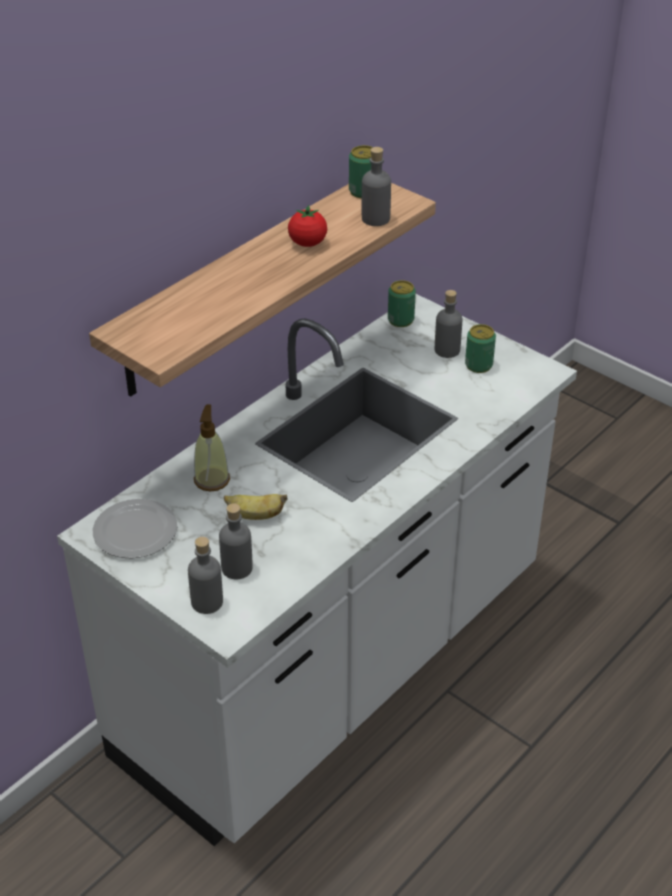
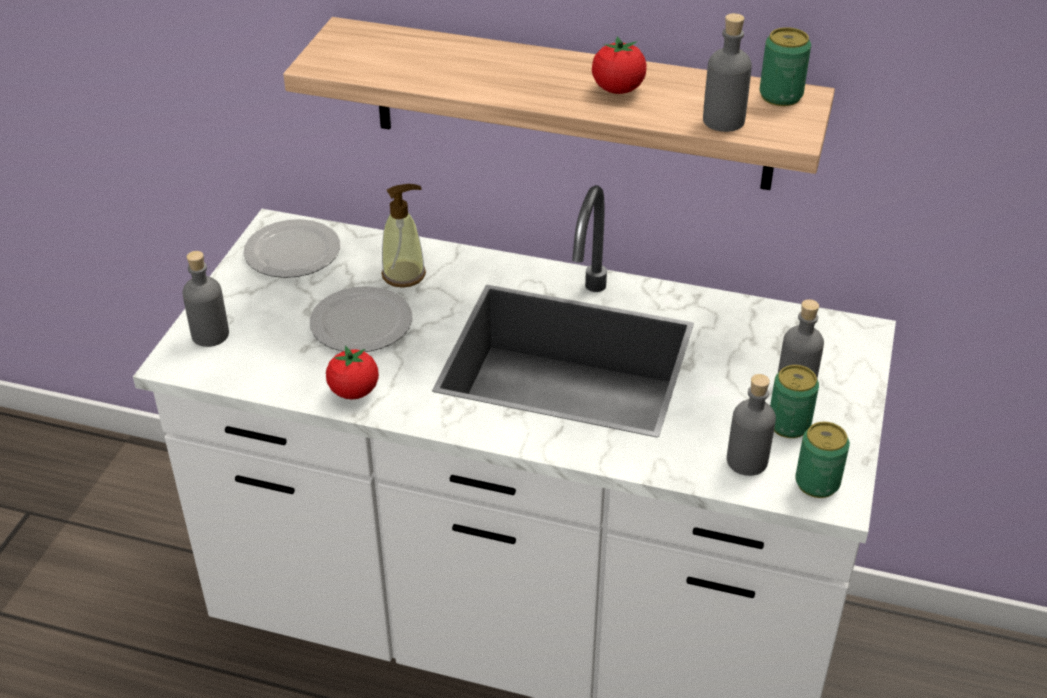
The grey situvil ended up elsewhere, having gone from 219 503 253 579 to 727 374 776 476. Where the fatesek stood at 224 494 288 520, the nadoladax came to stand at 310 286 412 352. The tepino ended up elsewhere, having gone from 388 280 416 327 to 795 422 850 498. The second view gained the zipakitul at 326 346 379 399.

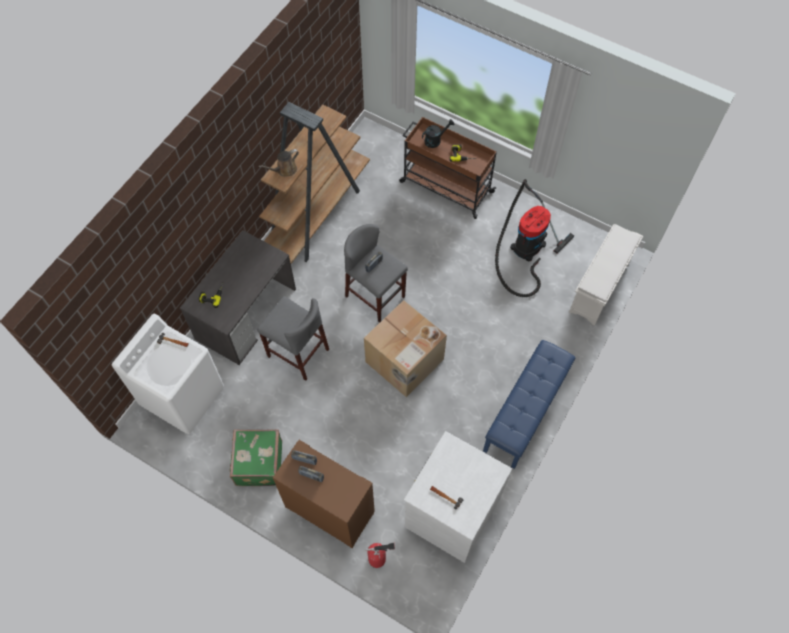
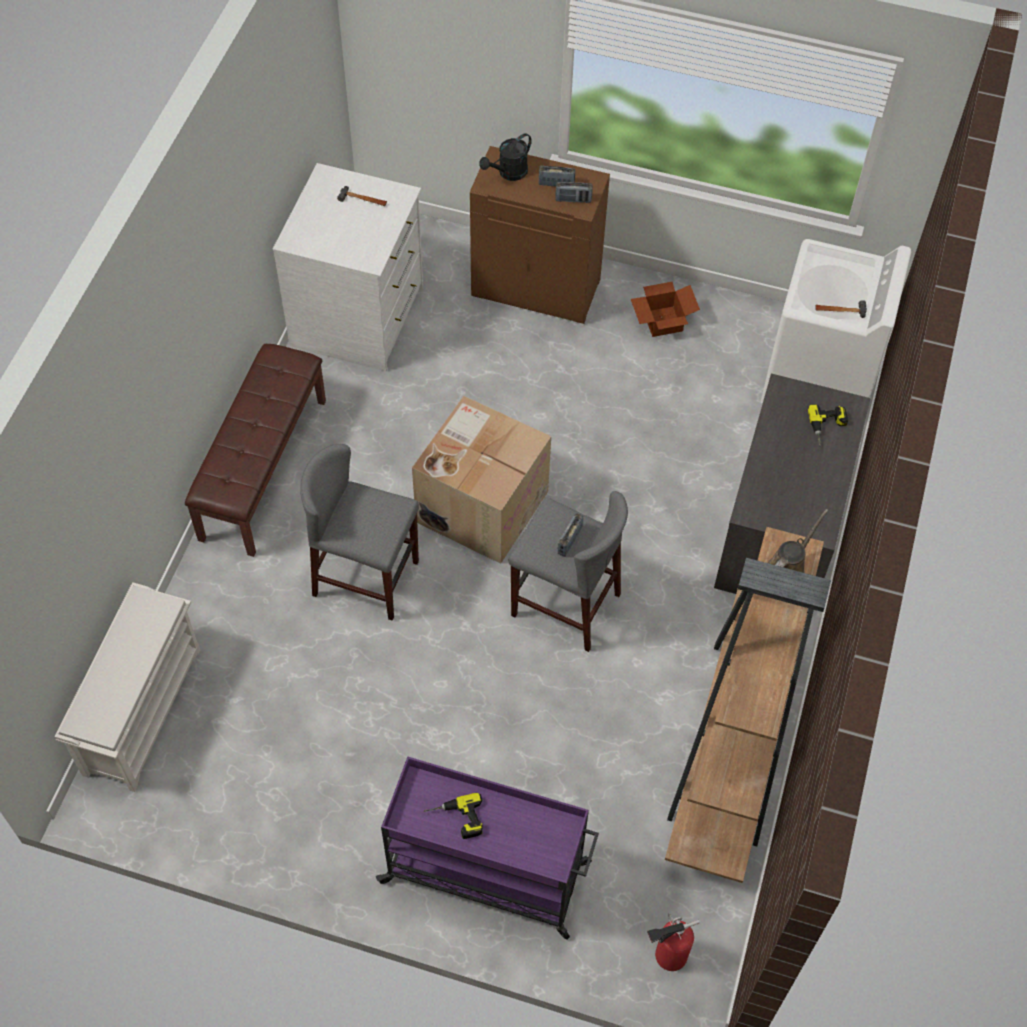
Where the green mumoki stood at 229 429 282 486, the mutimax came to stand at 631 282 700 337. The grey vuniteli ended up elsewhere, having gone from 257 296 329 381 to 300 444 419 621. The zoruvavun ended up elsewhere, having gone from 365 543 395 568 to 647 913 700 971. What was the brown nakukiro at 399 117 497 219 turned into the purple nakukiro at 376 756 599 940. The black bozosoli ended up elsewhere, having gone from 422 119 454 148 to 479 133 532 181. What was the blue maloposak at 483 340 575 469 turned into the brown maloposak at 185 344 326 557. The second view lost the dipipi at 495 179 574 297.

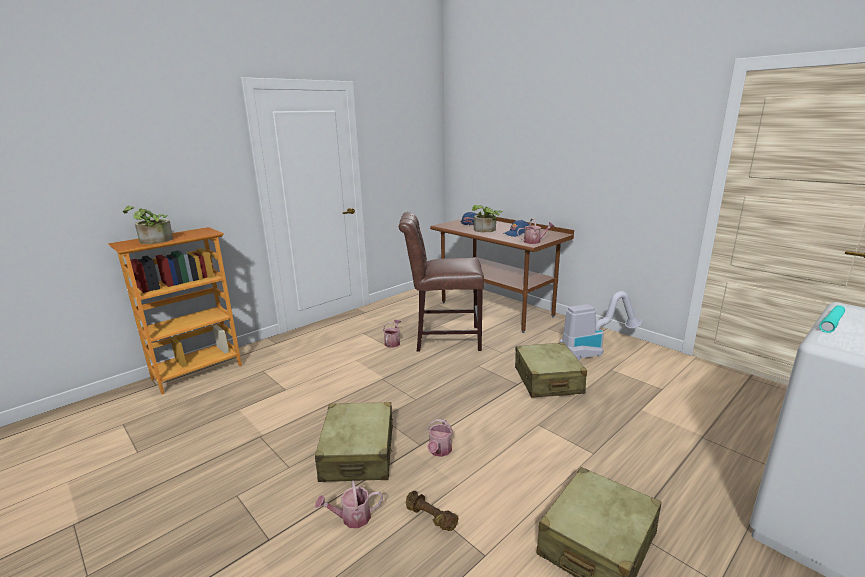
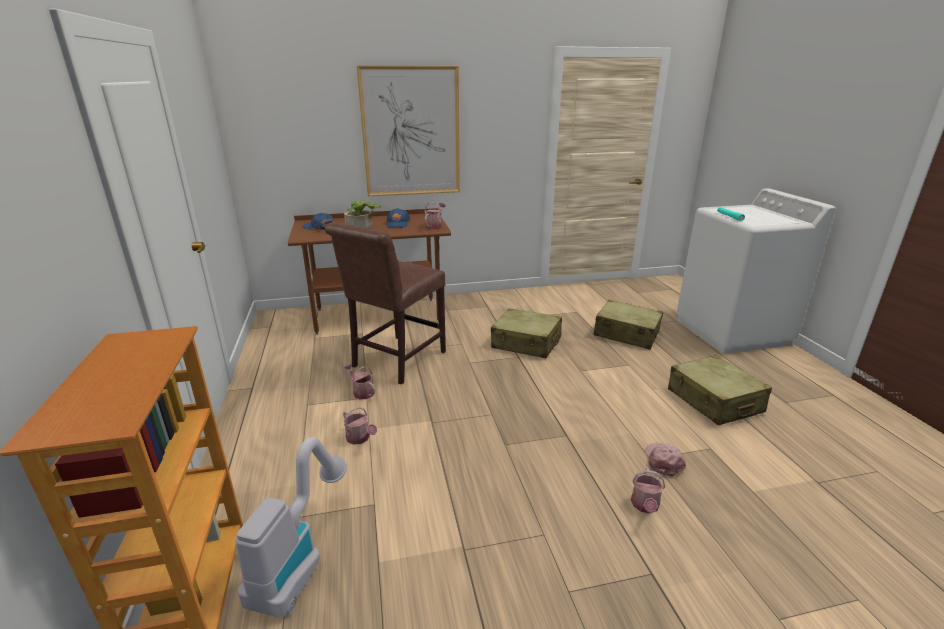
The second view lost the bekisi at 123 205 173 244. The beige mumoki ended up elsewhere, having gone from 315 402 393 482 to 593 299 663 350. Where the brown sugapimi stood at 406 491 459 531, the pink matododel came to stand at 645 443 686 477. The bozosoli ended up elsewhere, having gone from 427 419 453 457 to 343 407 377 445. The dipipi ended up elsewhere, having gone from 560 291 642 361 to 236 437 347 618. The second view gained the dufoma at 357 66 460 196.

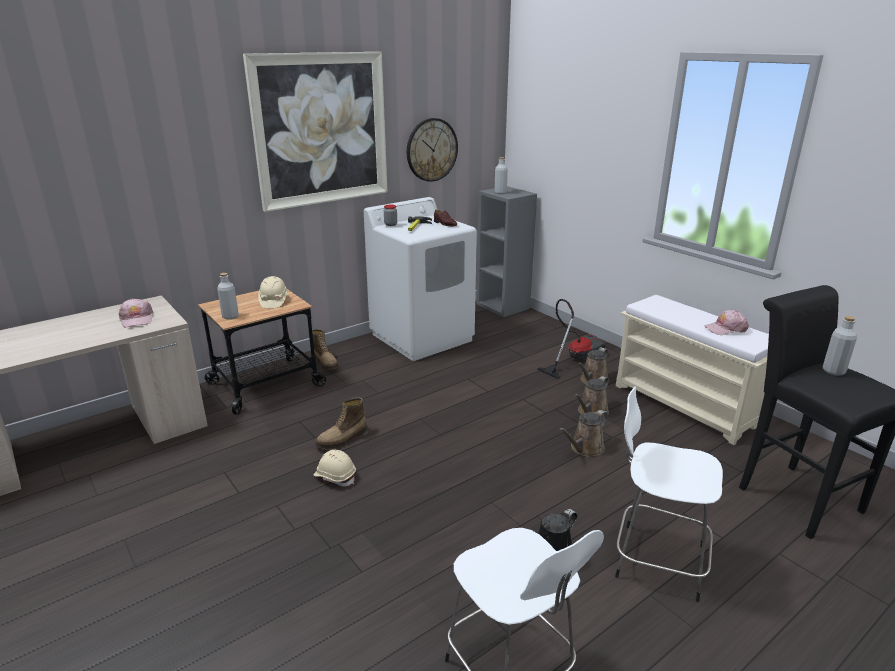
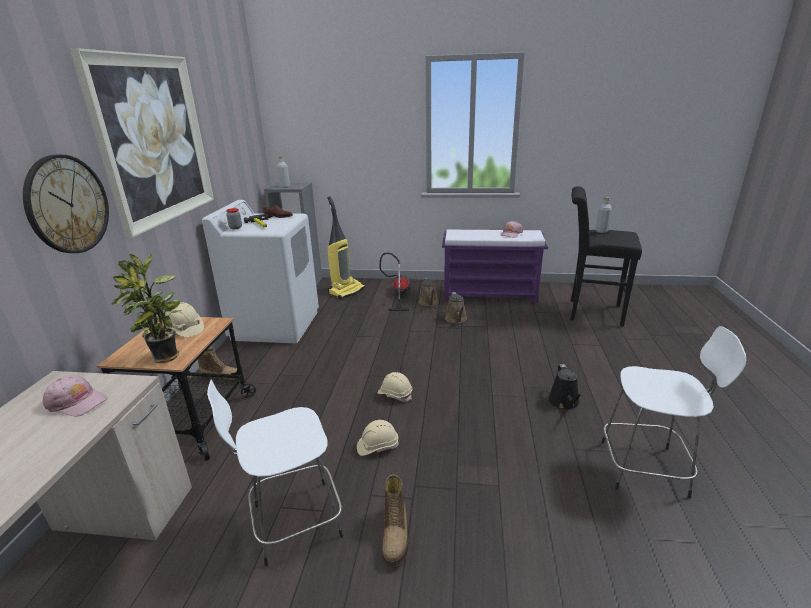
Where the grey situvil stood at 217 273 239 319, the bekisi came to stand at 111 253 181 363. The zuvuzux ended up elsewhere, having gone from 315 397 367 449 to 382 474 408 567. The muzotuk ended up elsewhere, having gone from 407 118 458 182 to 23 155 109 253. The second view lost the brown bozosoli at 559 410 608 457. The white vuniteli ended up elsewhere, having gone from 615 387 723 602 to 207 380 343 566. What was the beige maloposak at 616 295 769 445 turned into the purple maloposak at 442 229 548 303. The second view gained the dipipi at 327 196 365 299. The second view gained the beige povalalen at 377 372 412 402.

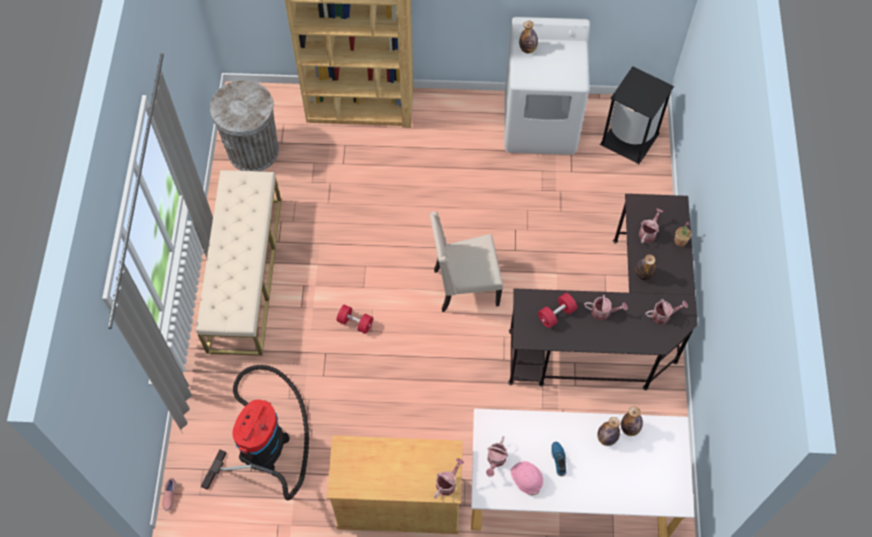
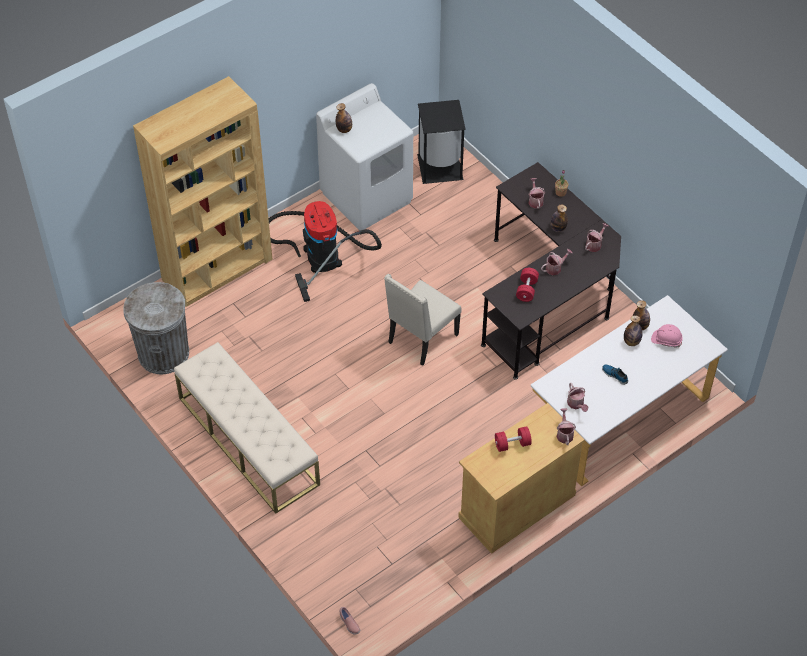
The dipipi ended up elsewhere, having gone from 201 365 309 500 to 269 201 382 302. The red sugapimi ended up elsewhere, having gone from 337 305 373 334 to 495 426 532 452. The pink povalalen ended up elsewhere, having gone from 510 461 543 495 to 651 324 683 348.

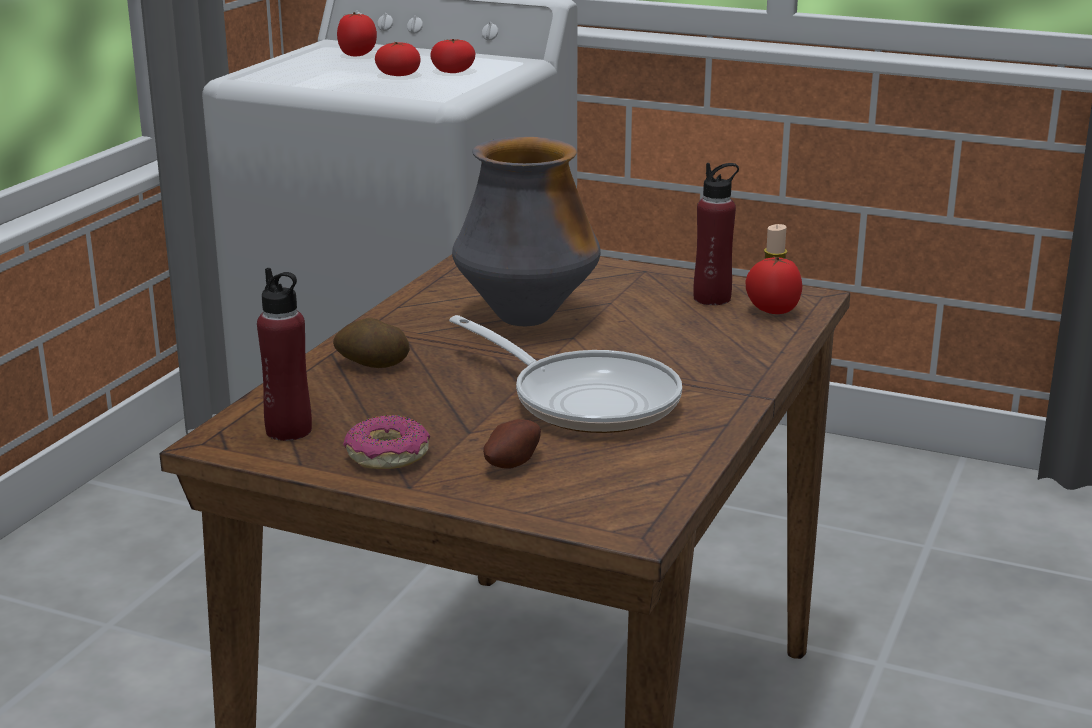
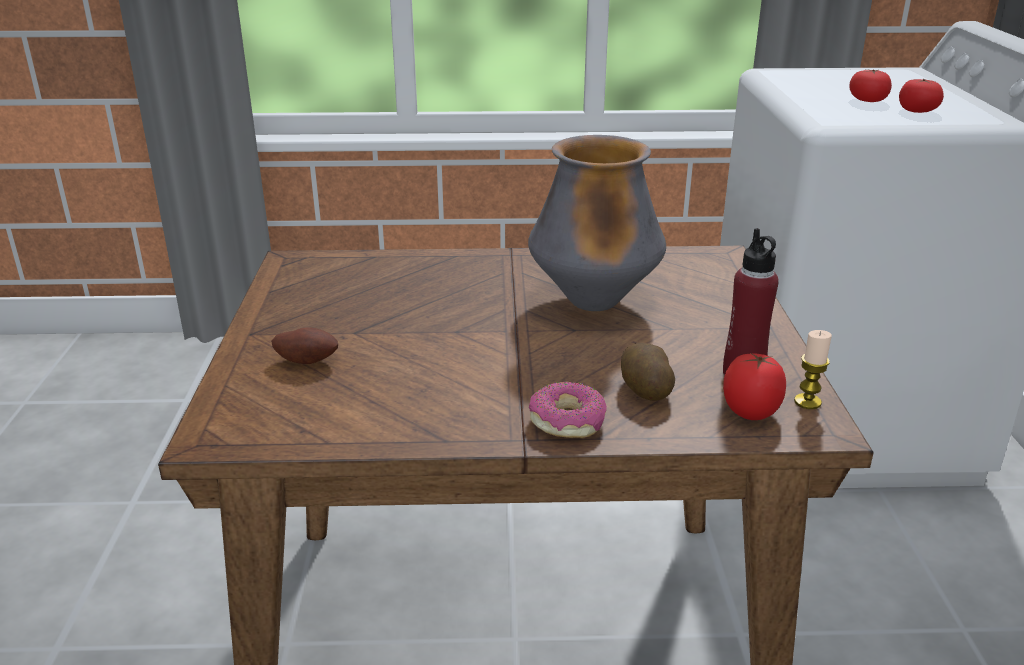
The second view lost the red situvil at 257 268 312 441. The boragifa ended up elsewhere, having gone from 333 318 410 368 to 621 342 675 401. The second view lost the zipakitul at 337 12 377 56. The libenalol ended up elsewhere, having gone from 343 415 430 469 to 529 381 607 438. The second view lost the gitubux at 449 315 682 433.

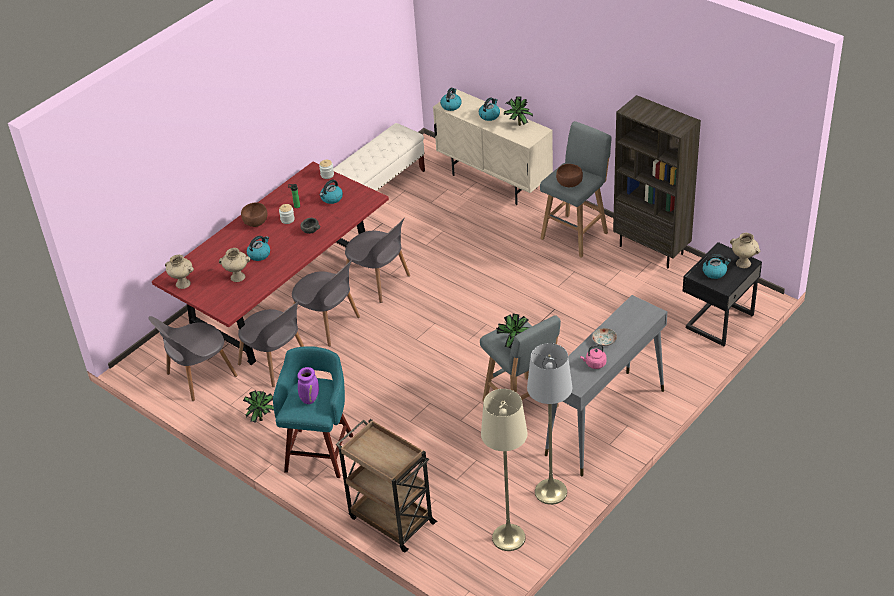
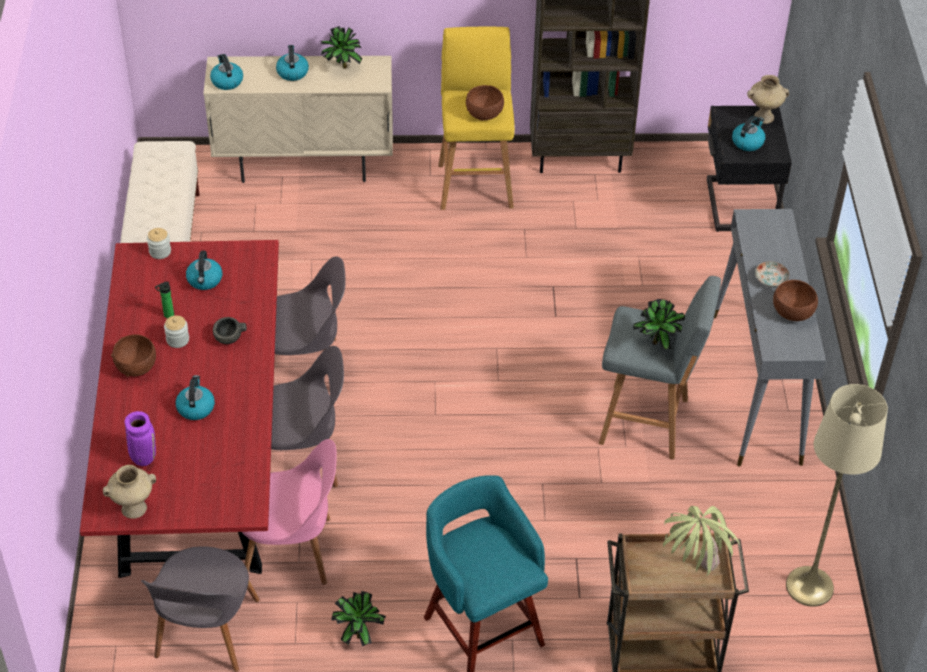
The second view lost the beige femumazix at 219 248 250 282. What was the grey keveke at 238 301 304 387 turned into the pink keveke at 242 439 337 585. The purple femumazix ended up elsewhere, having gone from 297 367 319 404 to 125 411 156 466. The second view lost the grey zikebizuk at 527 343 572 505. What was the grey vuniteli at 540 121 612 258 turned into the yellow vuniteli at 438 27 515 210. Where the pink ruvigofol stood at 580 344 607 369, the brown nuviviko came to stand at 773 280 818 321. The second view gained the bekisi at 663 506 740 575.

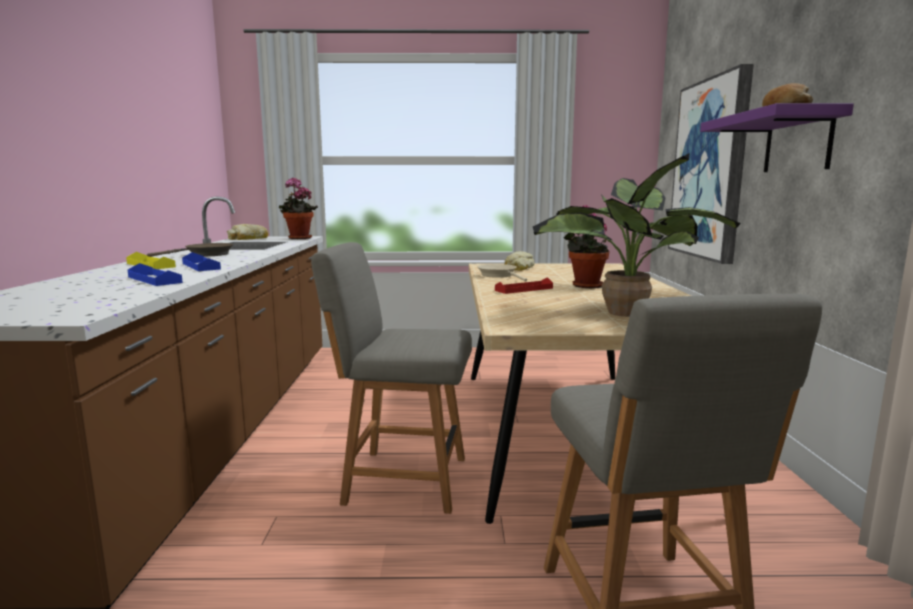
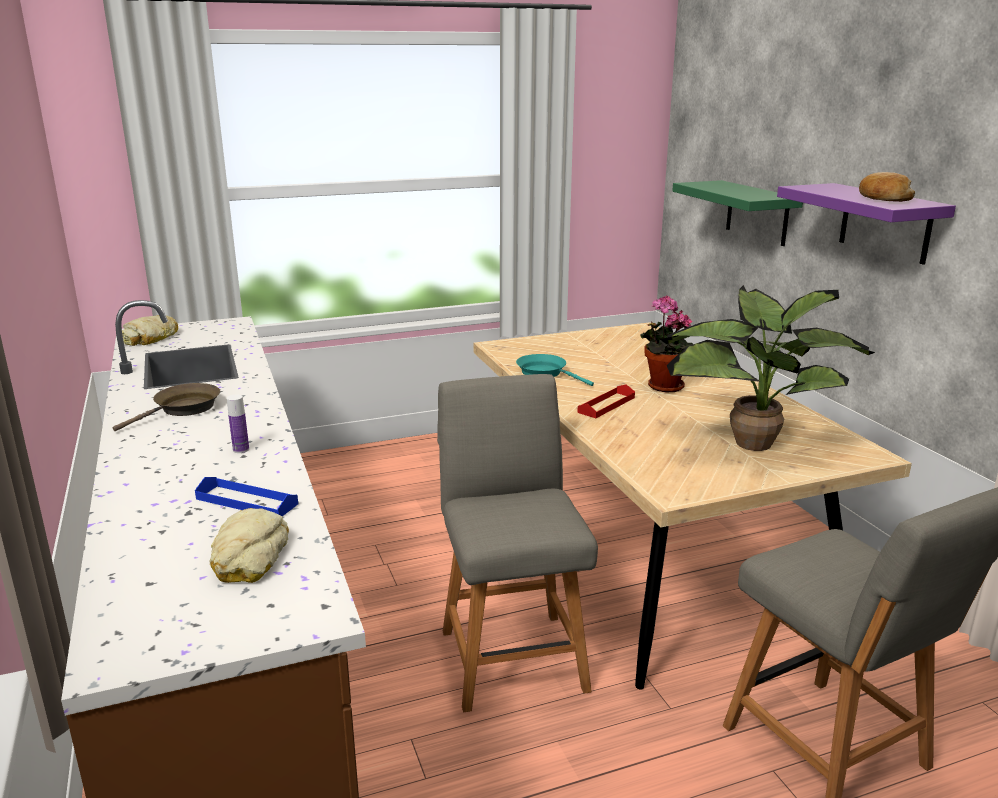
The second view lost the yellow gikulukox at 126 252 176 269. Where the blue gikulukox stood at 182 252 221 271, the situvil came to stand at 227 394 249 453. The second view lost the bekisi at 279 177 318 239. The grey keveke at 311 242 472 514 ended up facing another way, 90 degrees clockwise from before. What was the beige gitubux at 477 264 527 282 turned into the turquoise gitubux at 516 354 594 386. The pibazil ended up elsewhere, having gone from 504 251 535 271 to 209 508 289 583. Where the dufoma hung at 668 64 754 264, the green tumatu came to hang at 672 180 803 246.

